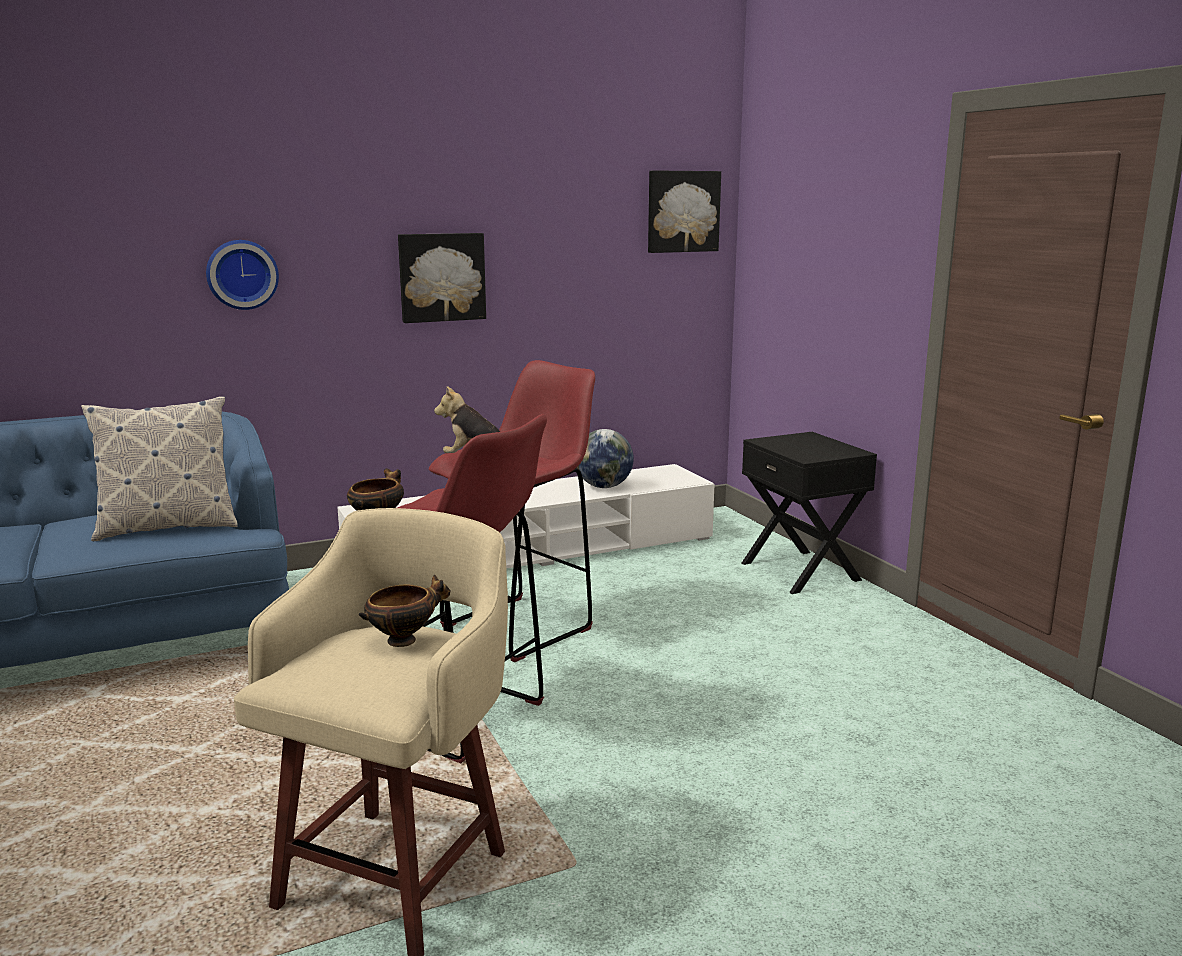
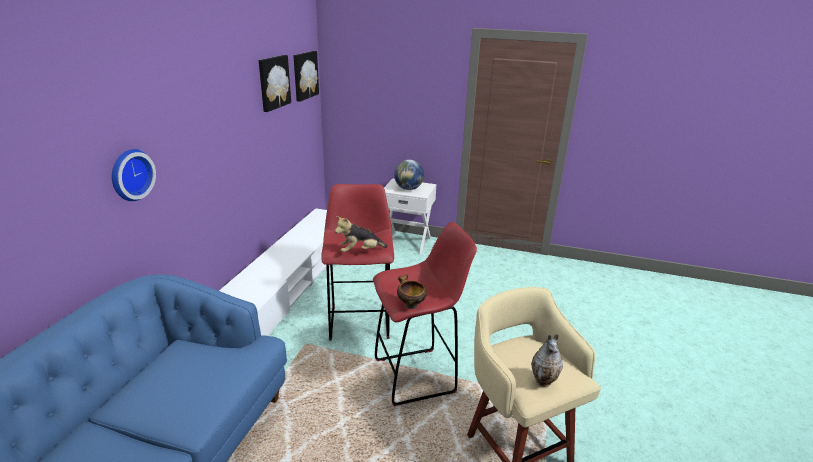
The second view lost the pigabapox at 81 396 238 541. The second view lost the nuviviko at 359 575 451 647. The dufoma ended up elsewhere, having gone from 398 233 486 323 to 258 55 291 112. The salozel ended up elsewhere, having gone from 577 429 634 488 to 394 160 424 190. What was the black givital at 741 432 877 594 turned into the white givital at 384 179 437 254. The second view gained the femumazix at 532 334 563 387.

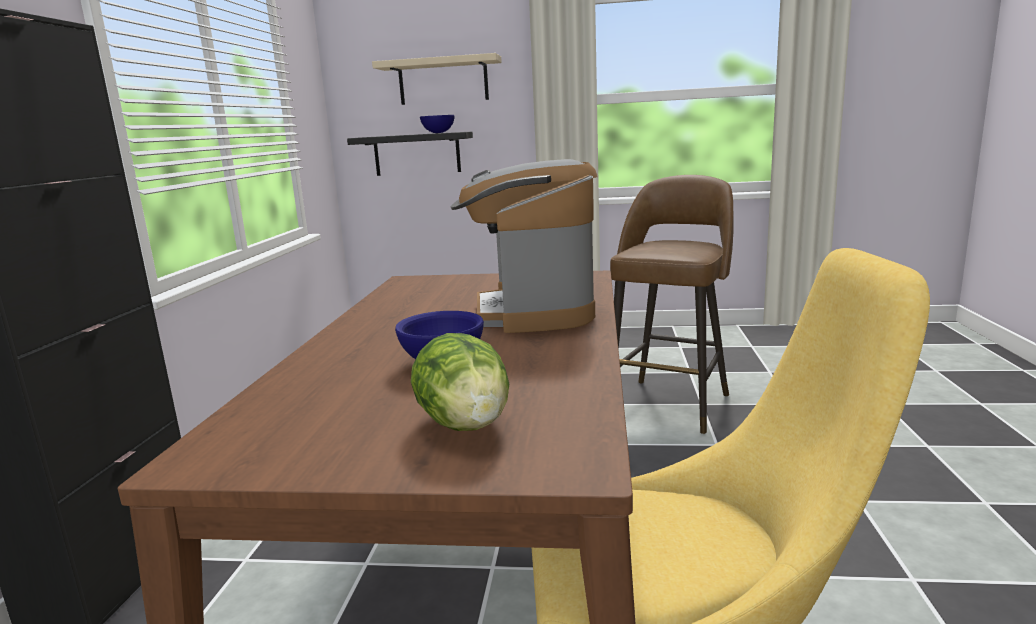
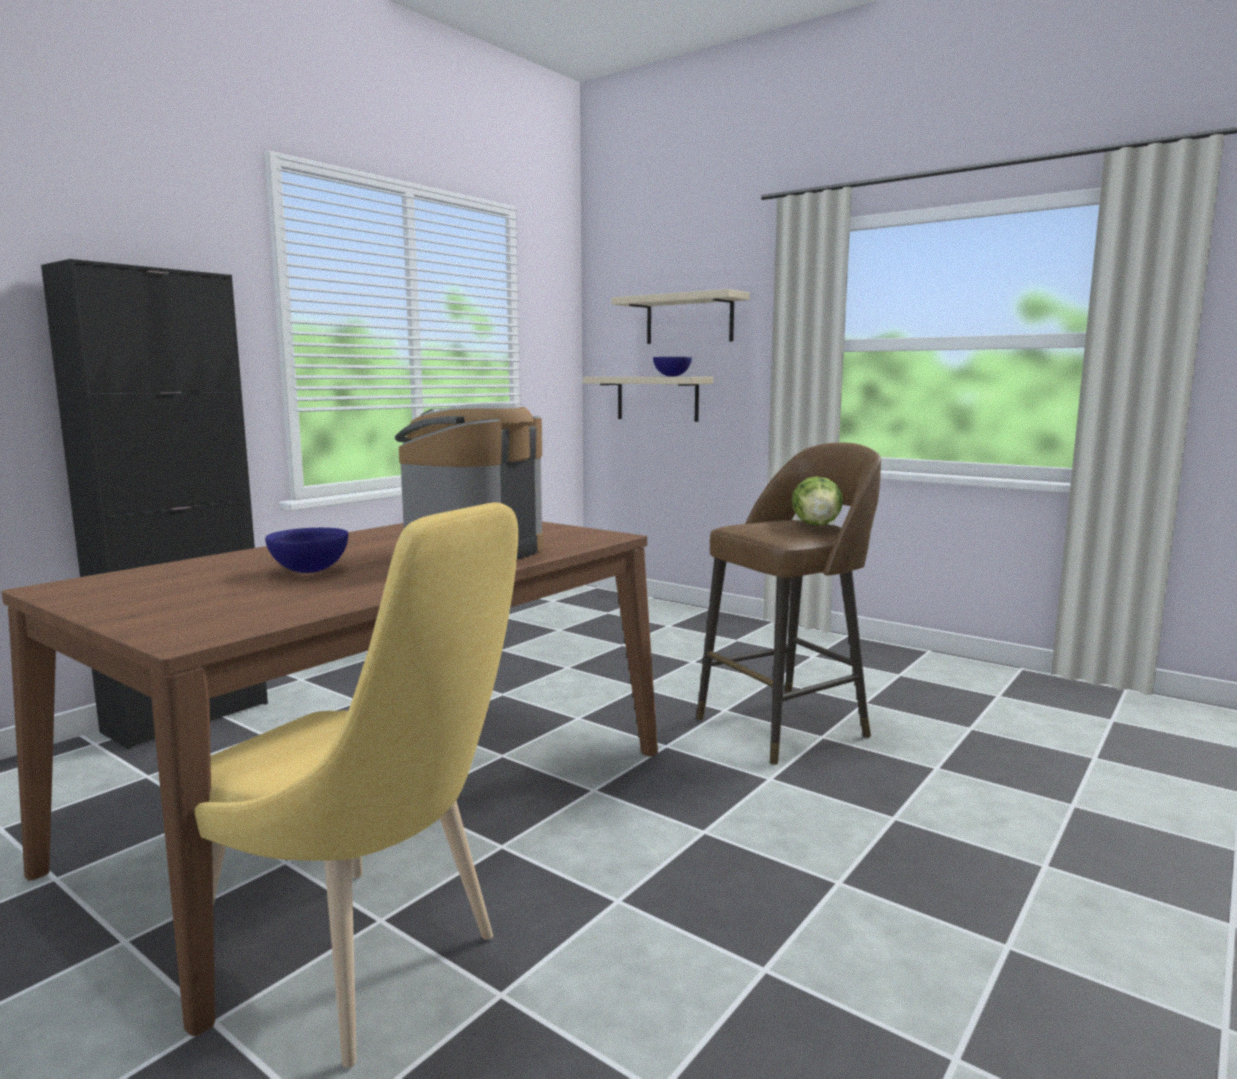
What was the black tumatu at 347 132 473 176 turned into the beige tumatu at 583 377 713 422. The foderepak ended up elsewhere, having gone from 411 333 509 431 to 792 476 843 526.

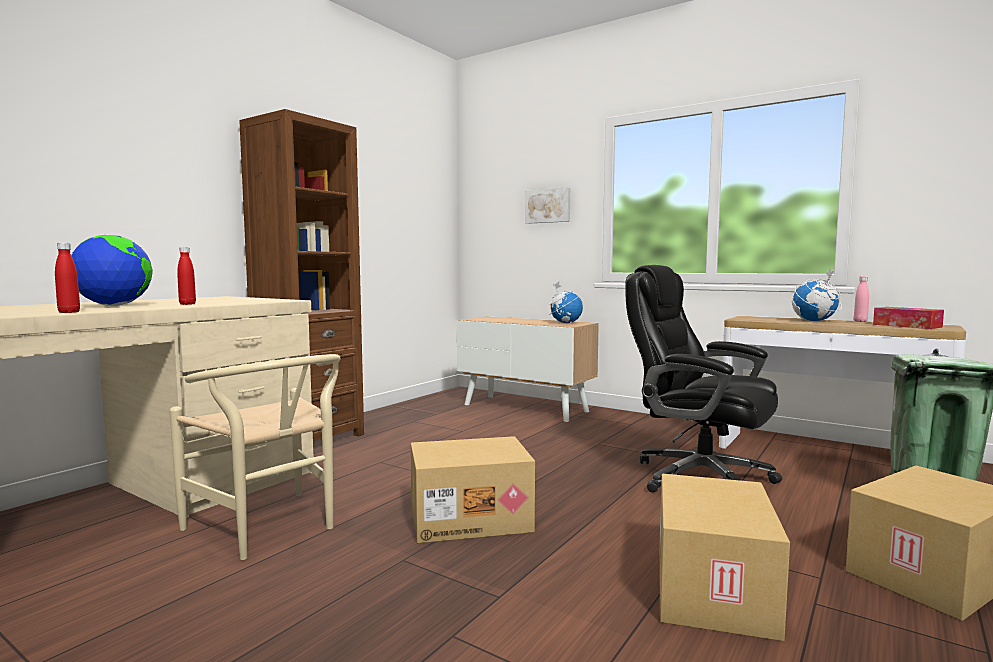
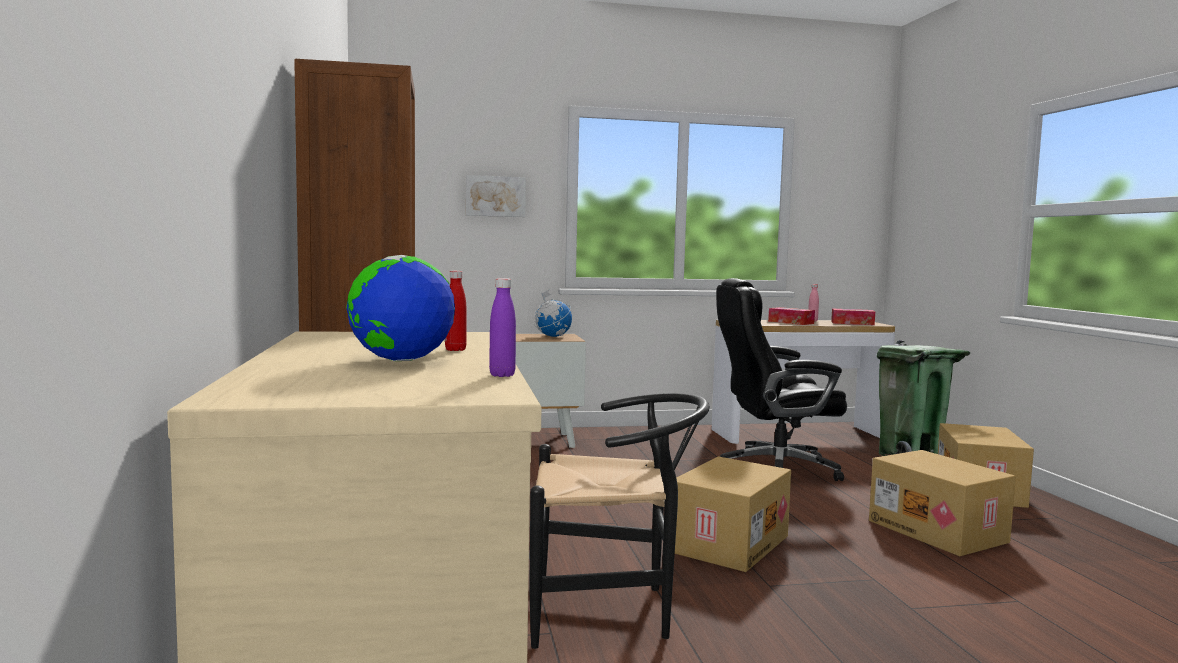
What was the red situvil at 55 243 80 313 turned into the purple situvil at 489 278 516 377. What was the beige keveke at 170 354 341 560 turned into the black keveke at 530 393 710 649. Where the salozel stood at 792 268 842 321, the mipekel came to stand at 768 307 815 325.

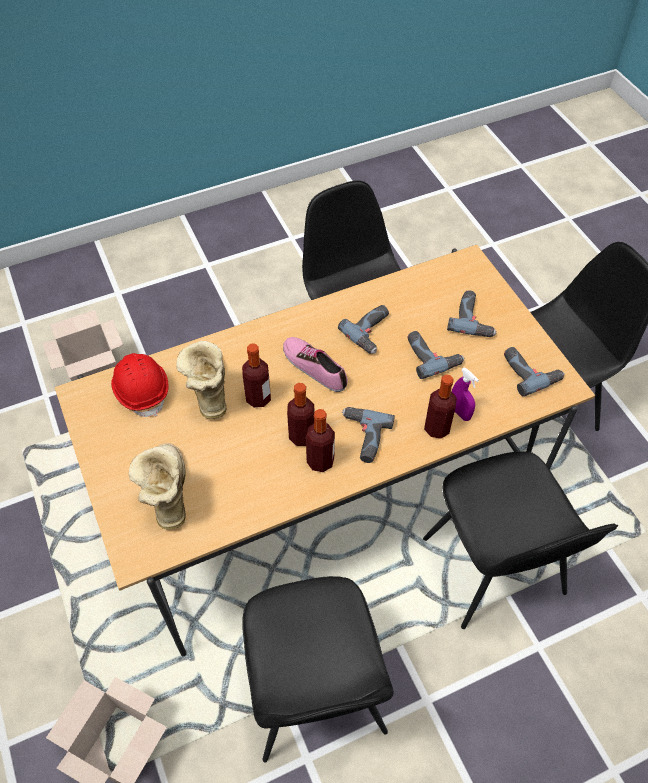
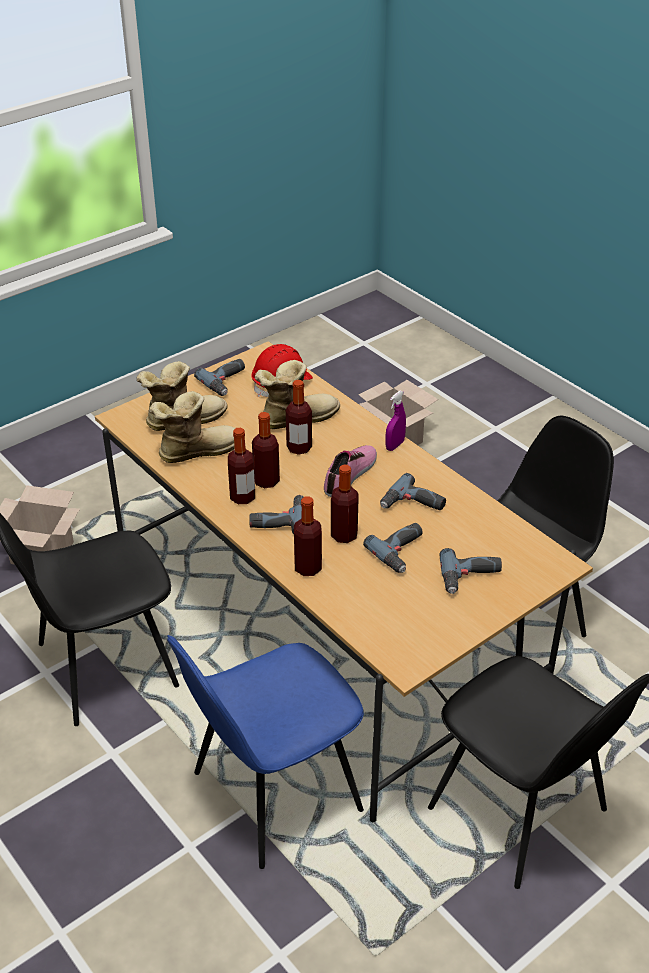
What was the black keveke at 423 451 618 629 turned into the blue keveke at 167 635 364 869. The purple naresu ended up elsewhere, having gone from 451 368 479 421 to 385 391 406 451. The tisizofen ended up elsewhere, having gone from 504 347 565 396 to 194 359 245 396. The second view gained the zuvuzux at 149 391 236 463. The second view gained the situvil at 331 465 359 543.

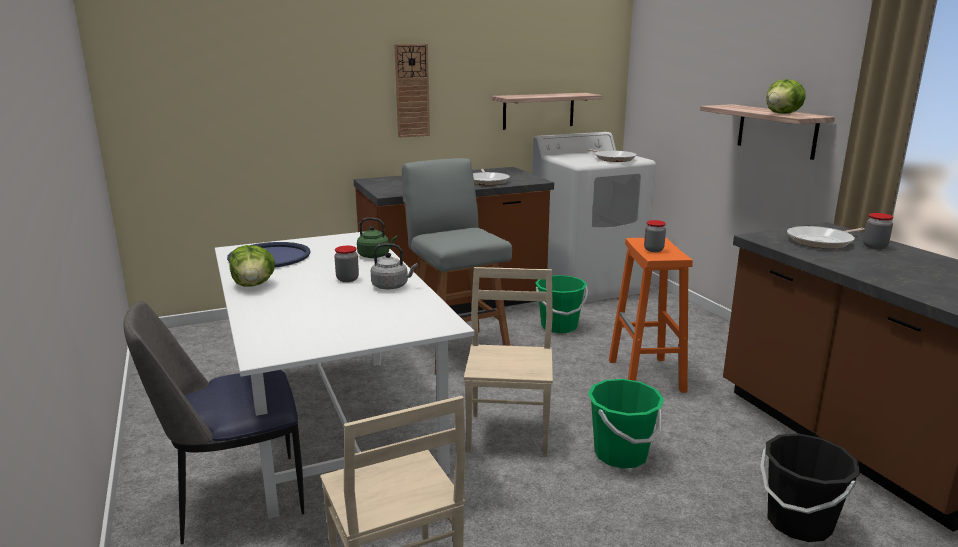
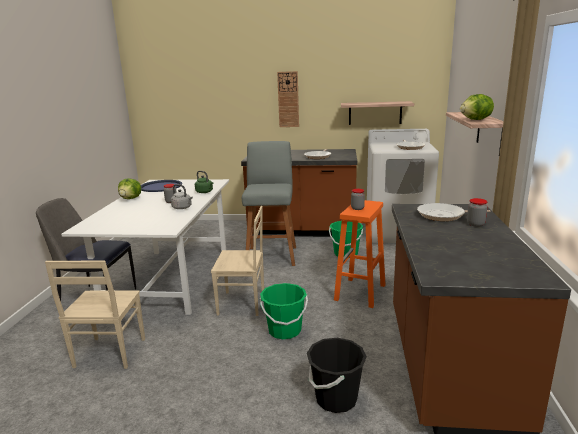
The beige keveke at 464 267 553 456 ended up facing another way, 60 degrees clockwise from before.

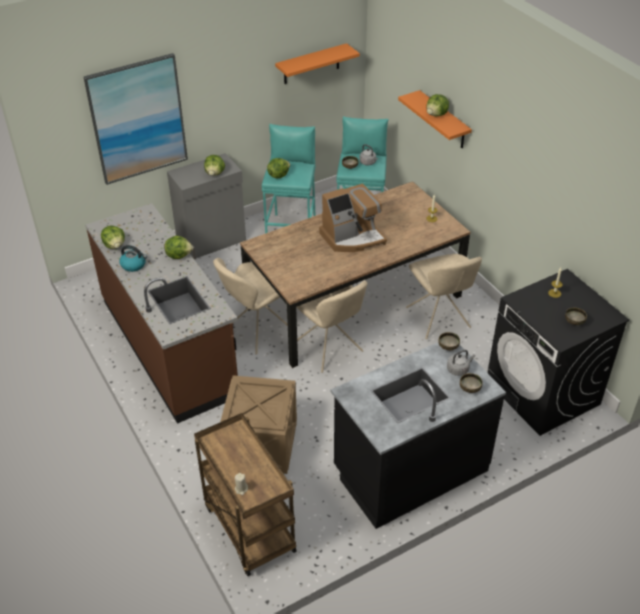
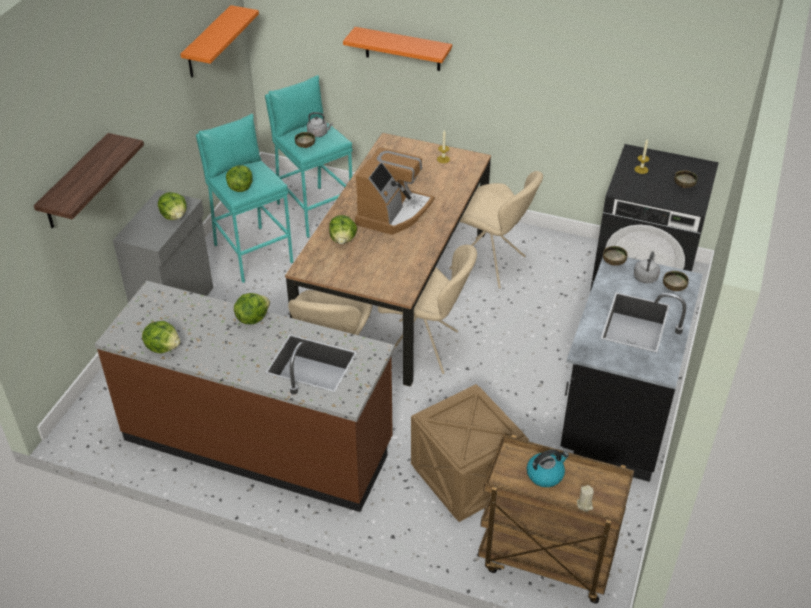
Where the dufoma hung at 84 53 188 185, the tumatu came to hang at 34 133 144 228. The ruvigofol ended up elsewhere, having gone from 120 245 147 272 to 527 449 569 487. The foderepak ended up elsewhere, having gone from 426 94 449 116 to 329 215 357 244.

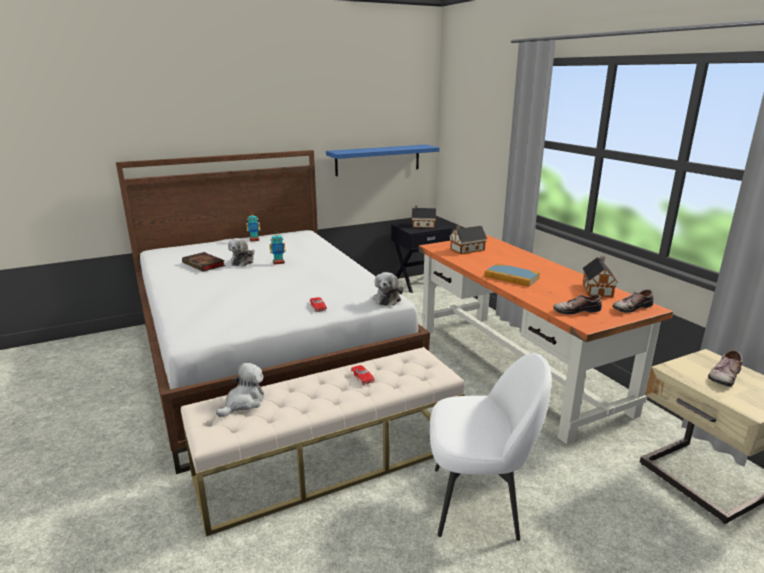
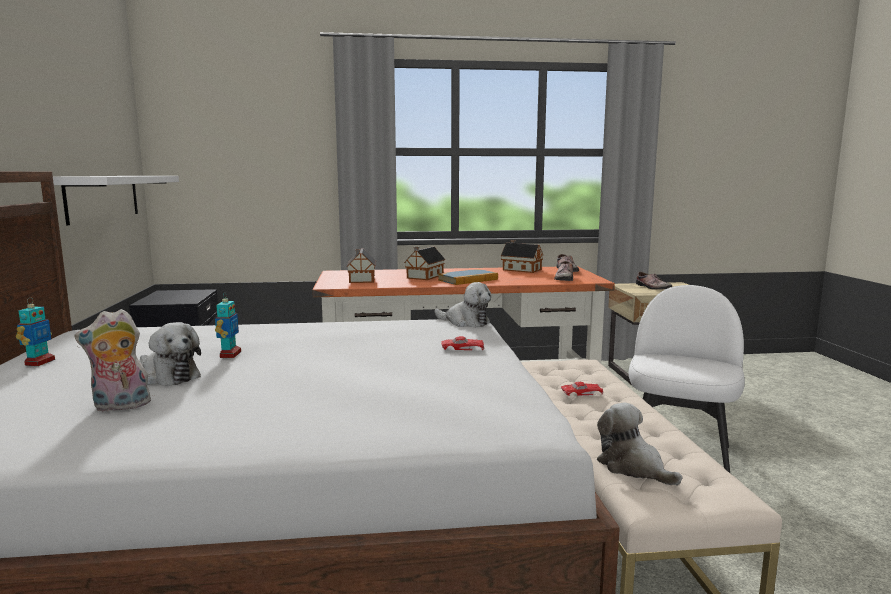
Where the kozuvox stood at 182 252 225 272, the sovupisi came to stand at 75 309 151 412. What was the blue tumatu at 326 145 440 176 turned into the white tumatu at 53 176 179 225. The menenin ended up elsewhere, having gone from 412 205 436 228 to 404 247 445 280.

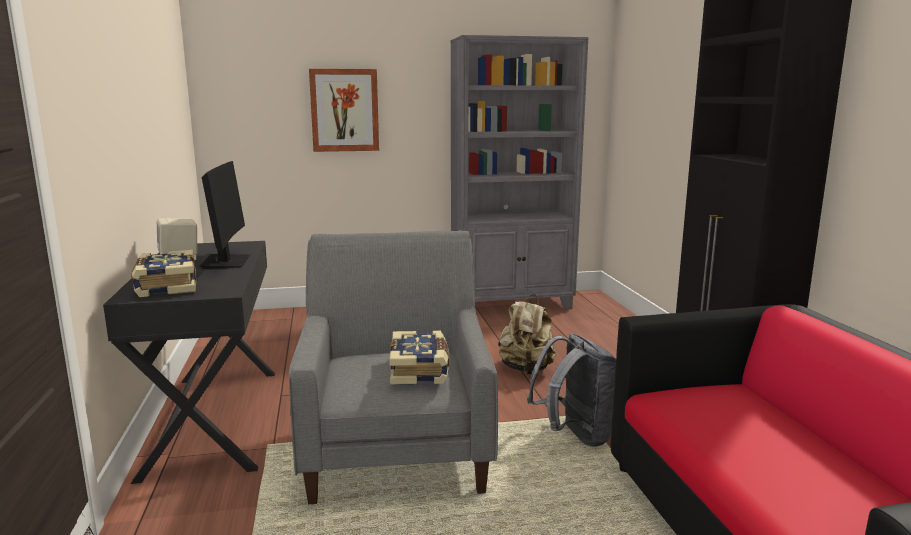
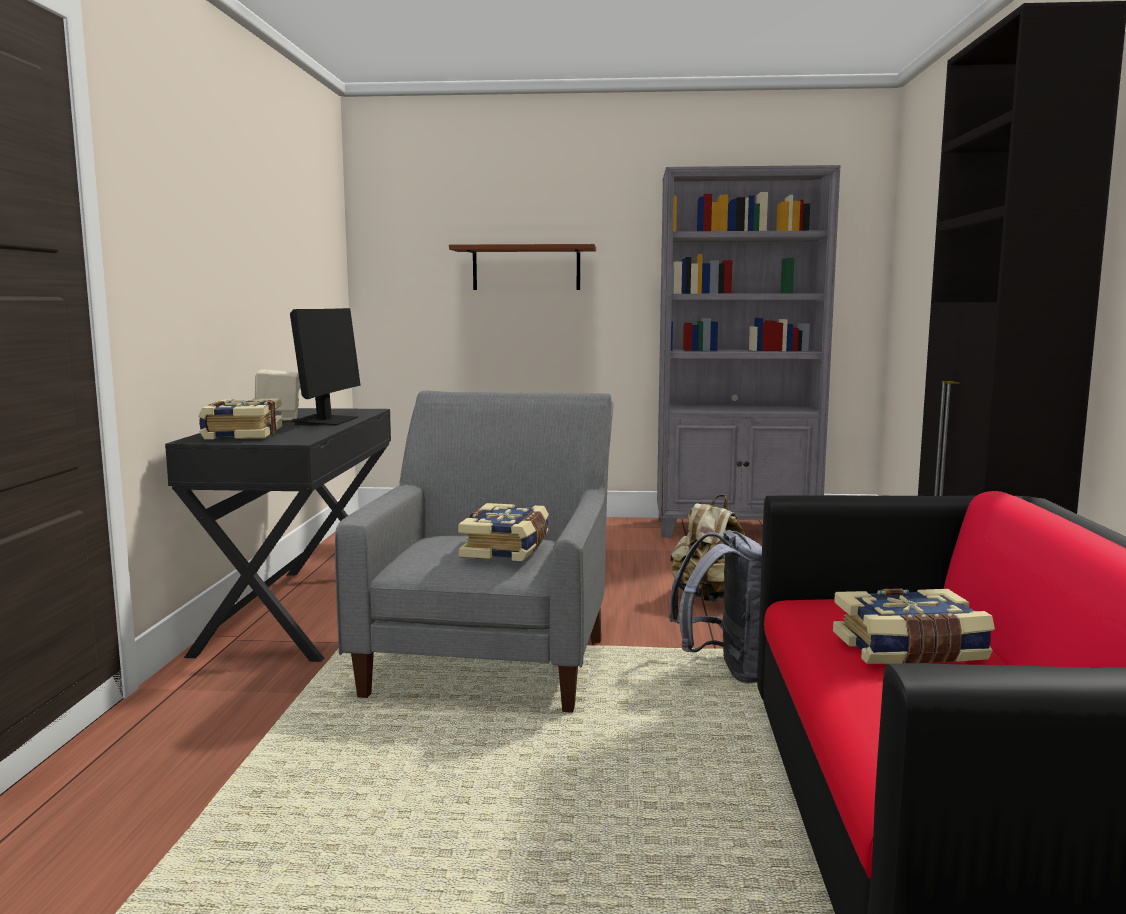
Where the dufoma hung at 309 69 379 152, the brown tumatu came to hang at 449 244 596 290. The second view gained the kozuvox at 833 588 995 664.

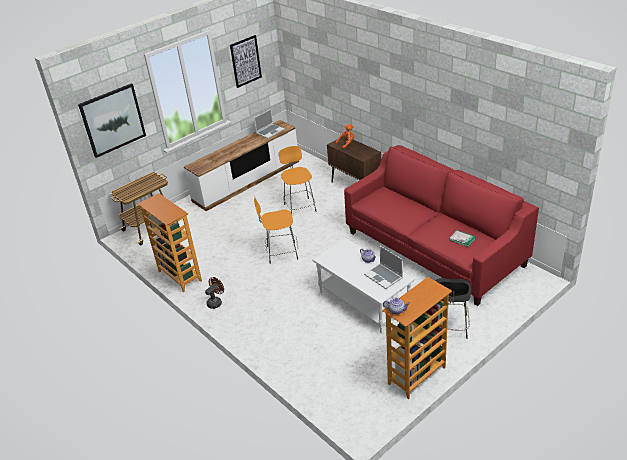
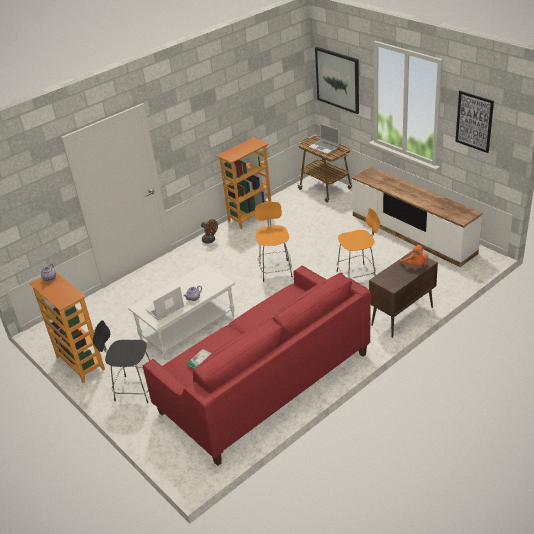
The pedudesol ended up elsewhere, having gone from 254 109 285 139 to 309 123 340 154.

